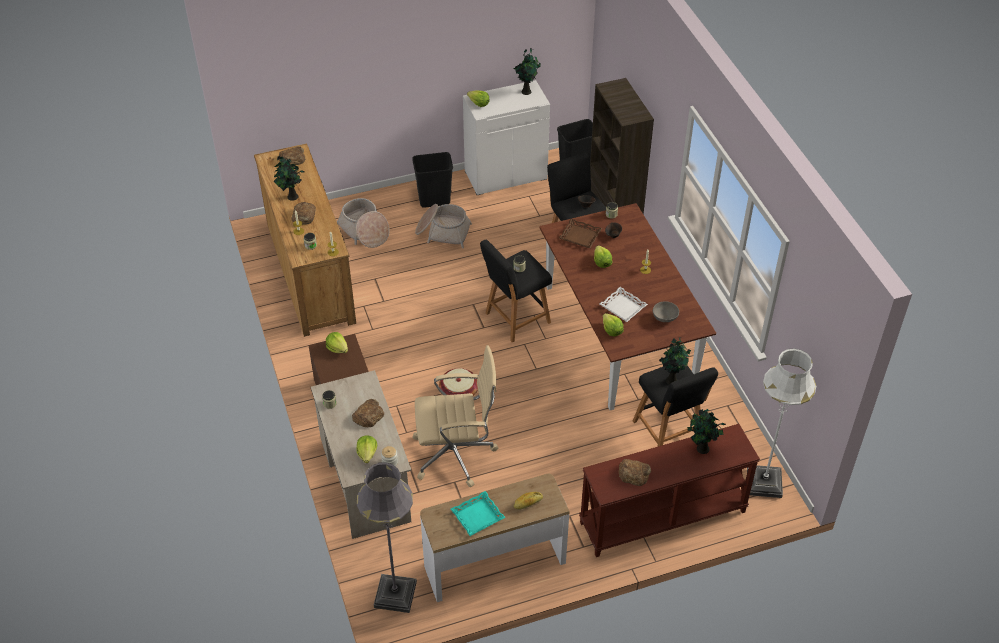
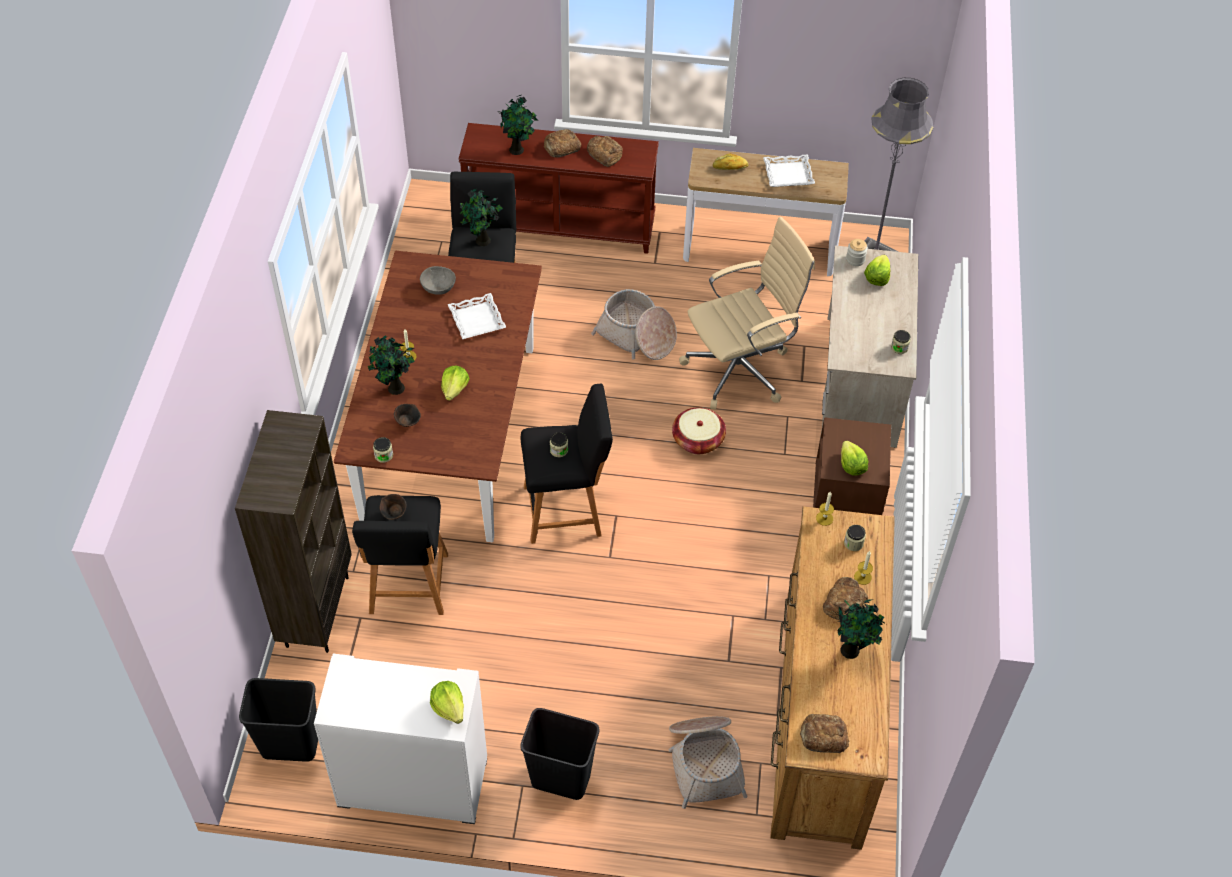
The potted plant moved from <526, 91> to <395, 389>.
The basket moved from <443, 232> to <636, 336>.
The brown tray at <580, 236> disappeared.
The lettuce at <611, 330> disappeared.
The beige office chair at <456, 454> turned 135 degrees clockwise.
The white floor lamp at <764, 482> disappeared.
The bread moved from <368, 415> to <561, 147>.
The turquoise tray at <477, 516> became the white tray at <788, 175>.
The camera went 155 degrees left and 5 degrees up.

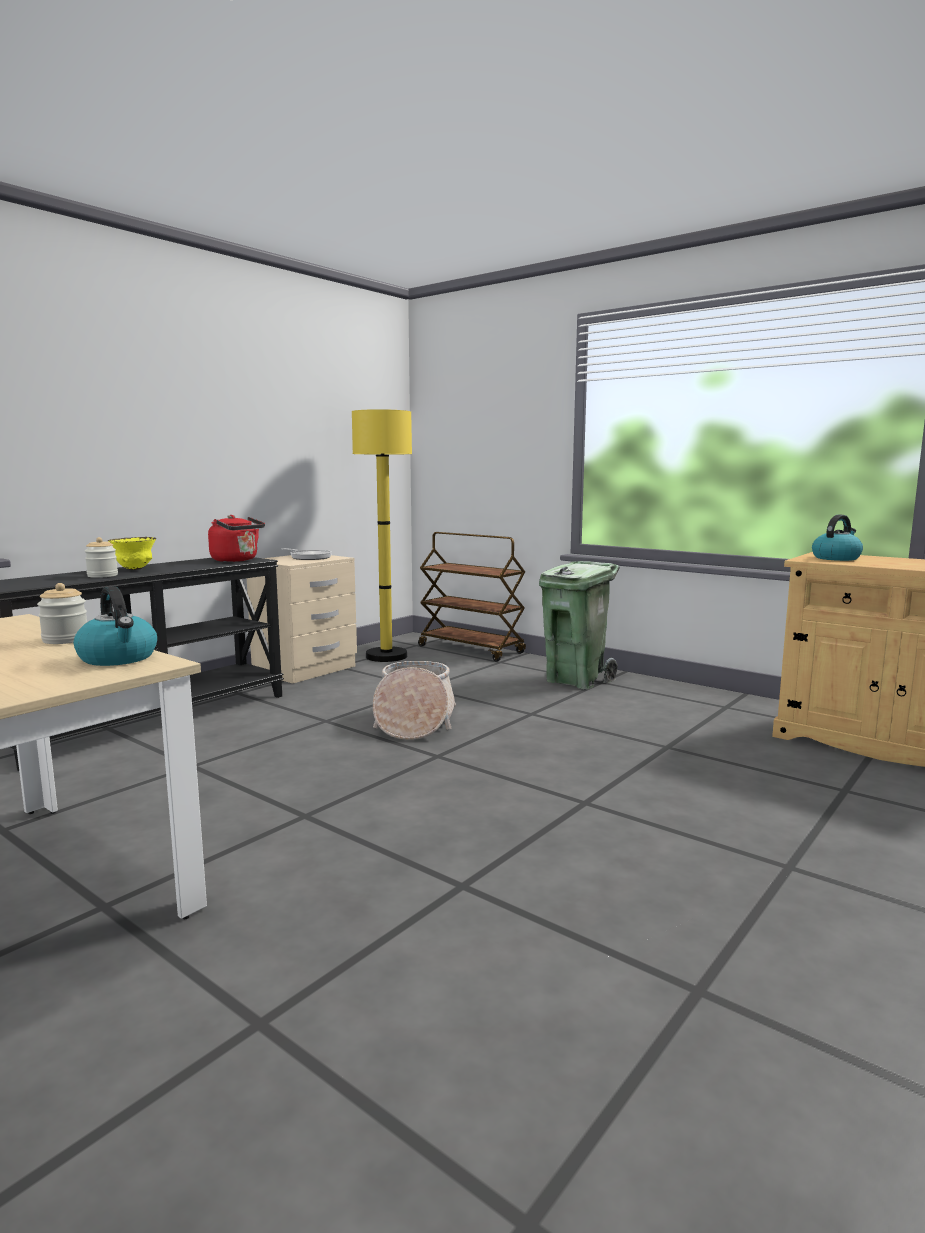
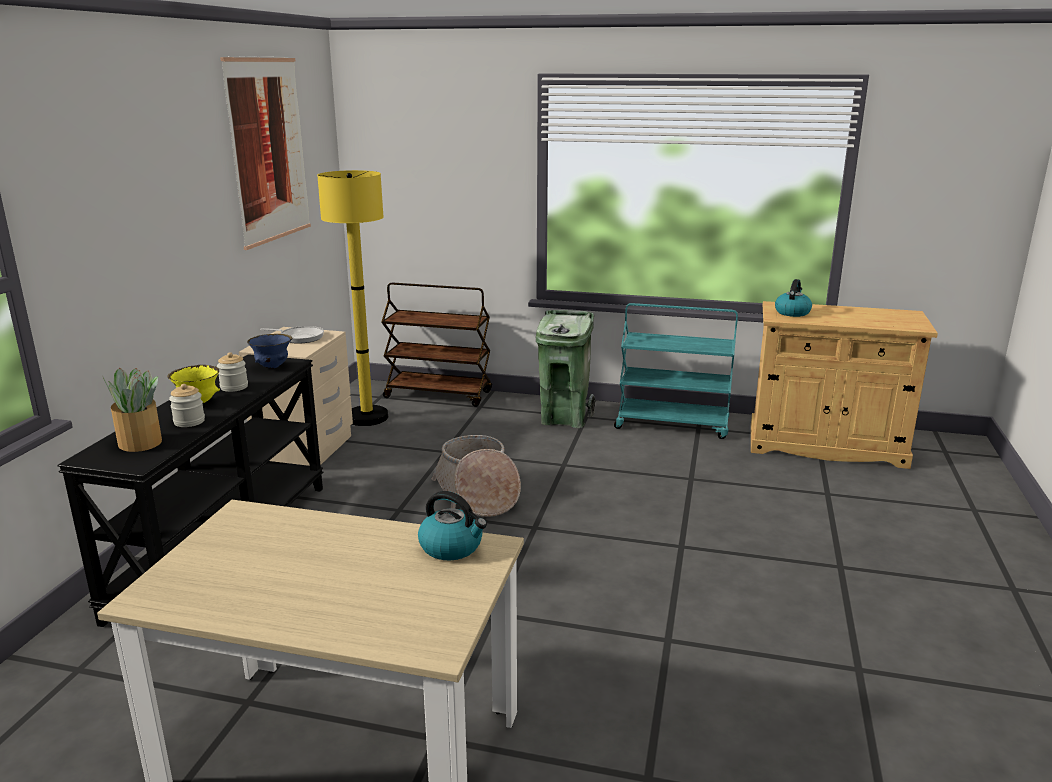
The red kettle at <237, 560> was replaced by the blue bowl at <272, 367>.
The jar moved from <65, 640> to <234, 387>.
The picture at <268, 150> appeared.
The turquoise cart at <673, 425> appeared.
The potted plant at <140, 442> appeared.
The camera went 25 degrees left and 10 degrees up.

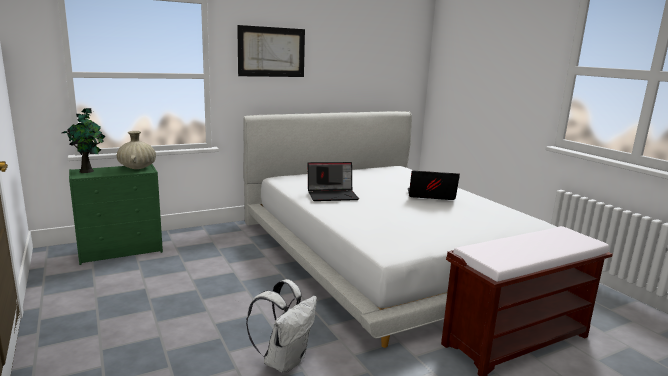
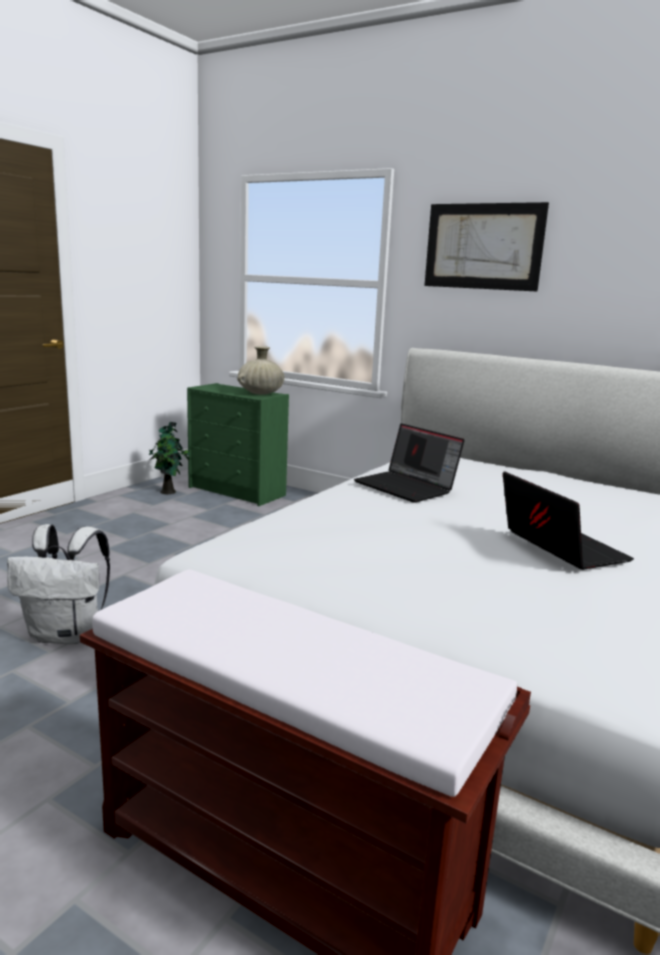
The potted plant moved from <88, 171> to <169, 492>.
The camera went 60 degrees right and 0 degrees up.

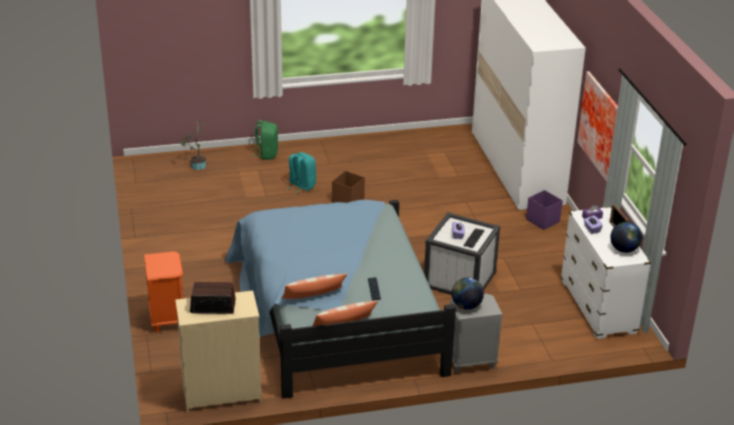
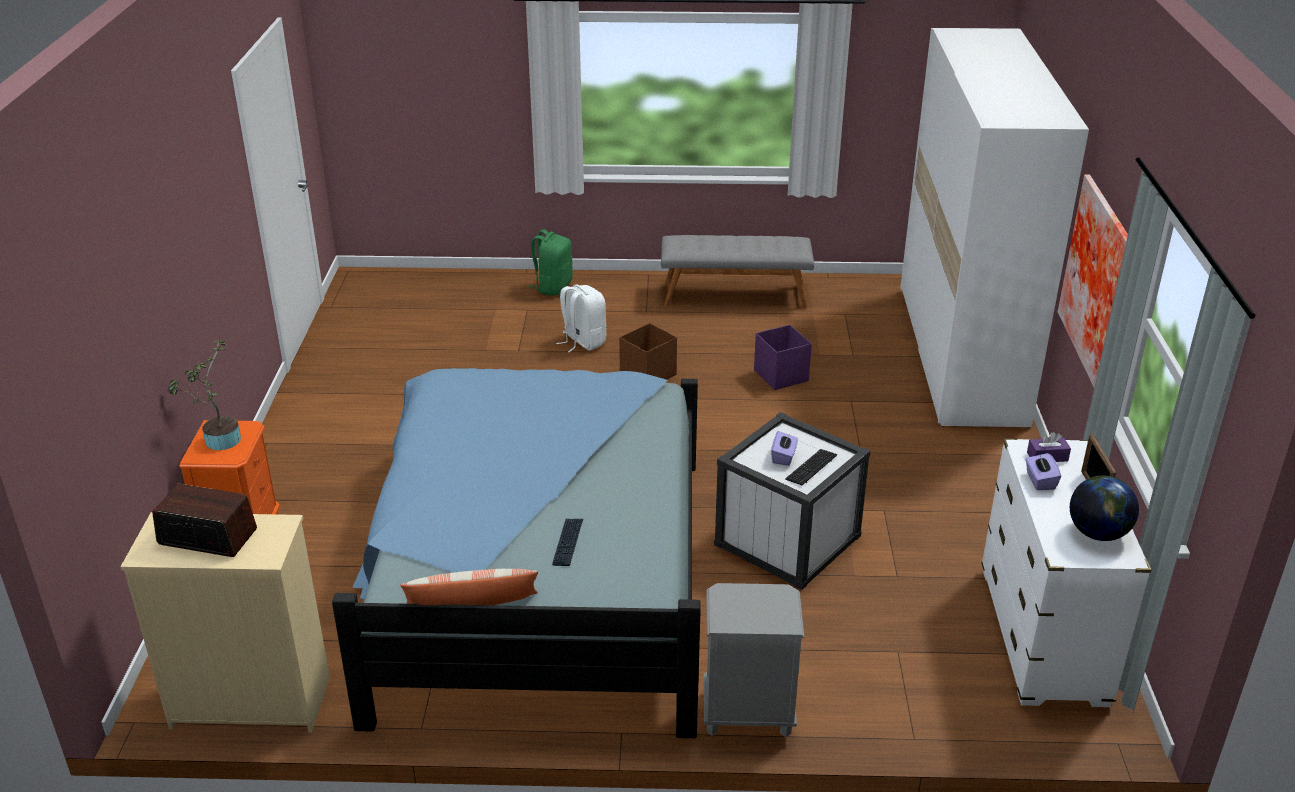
The potted plant moved from <196, 166> to <218, 441>.
The turquoise backpack at <301, 186> became the white backpack at <583, 342>.
The purple storage box moved from <542, 220> to <781, 375>.
The pillow at <313, 296> disappeared.
The globe at <466, 306> disappeared.
The grey bench at <735, 295> appeared.
The camera went 15 degrees right and 0 degrees up.

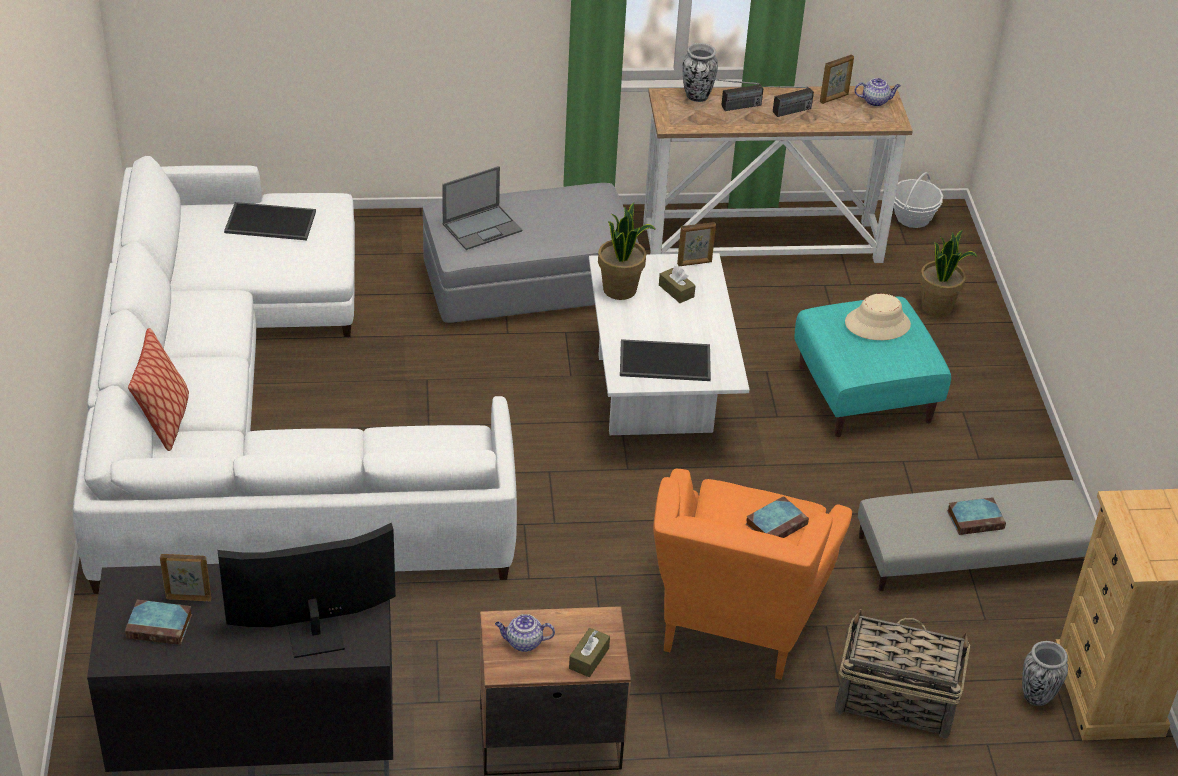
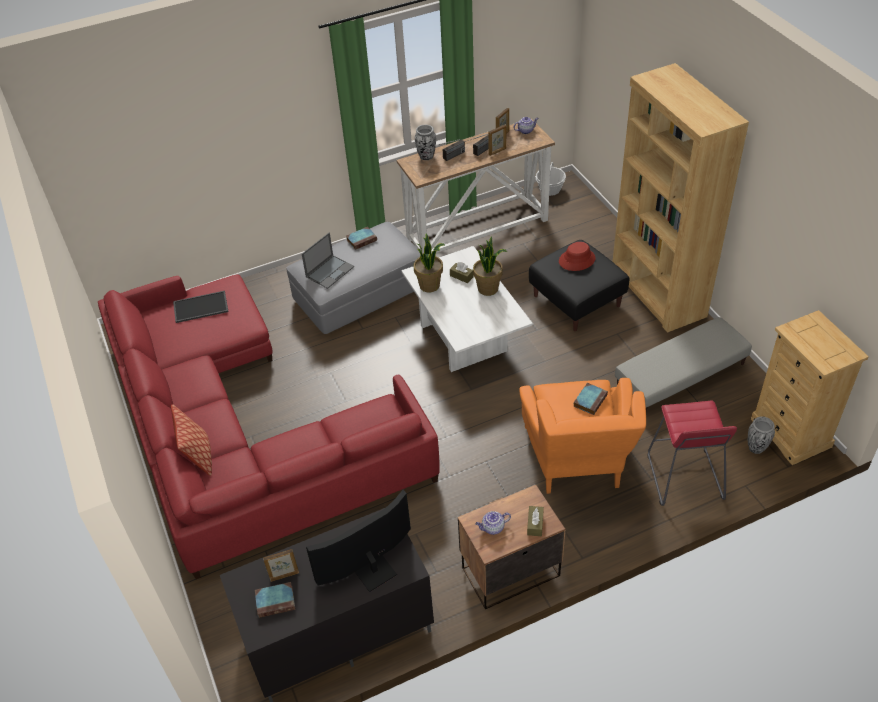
The white sofa at <254, 421> became the red sofa at <240, 432>.
The picture frame moved from <694, 263> to <497, 151>.
The potted plant moved from <937, 308> to <488, 289>.
The beige hat at <877, 324> became the red hat at <576, 260>.
The turquoise ottoman at <865, 394> became the black ottoman at <577, 300>.
The tray at <664, 362> disappeared.
The book moved from <976, 519> to <362, 239>.
The basket at <894, 699> was replaced by the red stool at <684, 477>.
The brown bookcase at <657, 292> appeared.
The camera went 15 degrees left and 5 degrees up.

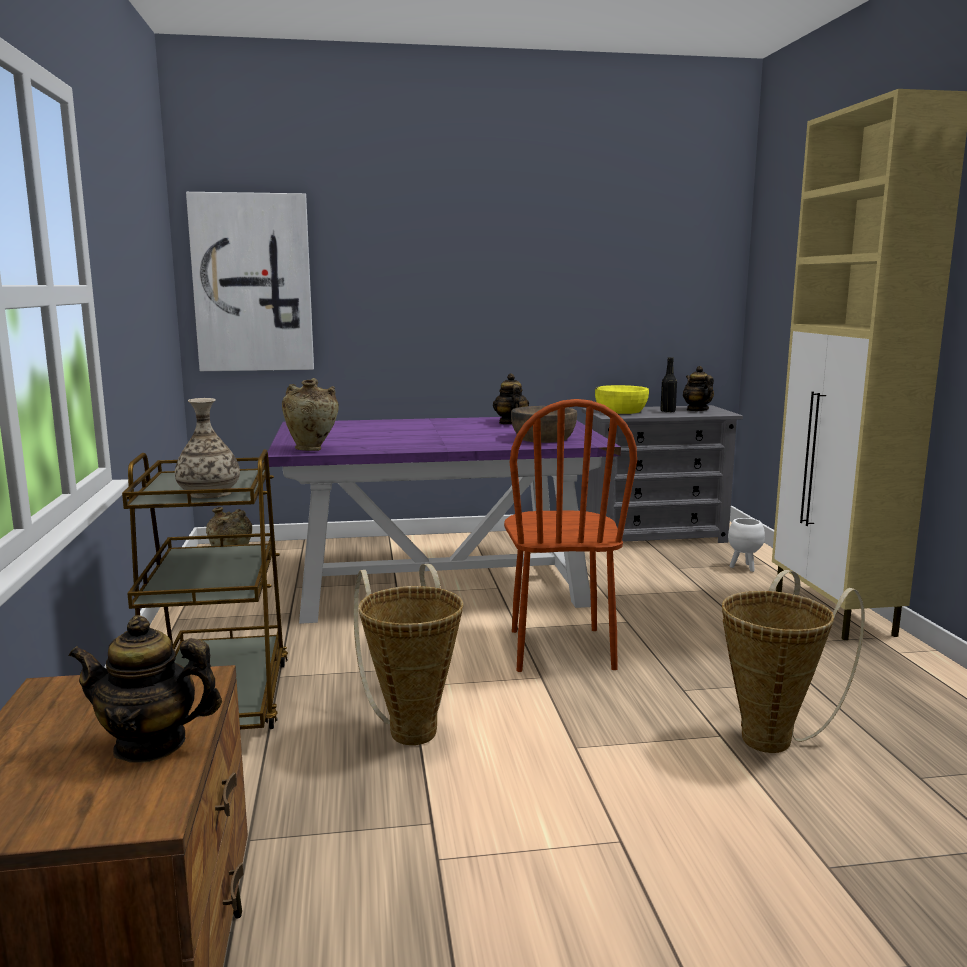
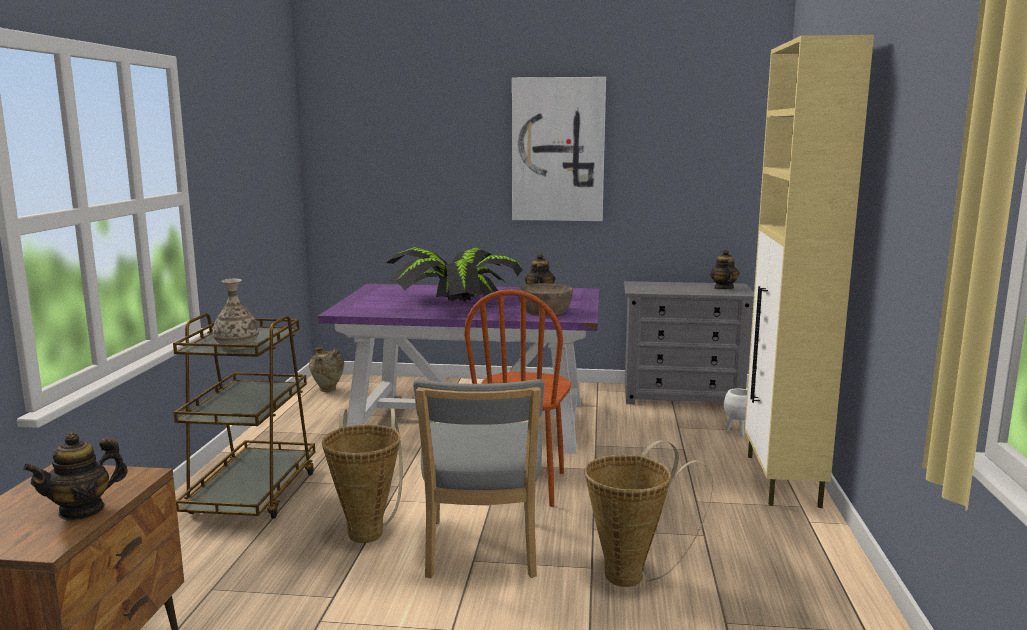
The picture moved from <252, 283> to <558, 150>.
The black bottle at <668, 411> disappeared.
The beige vase at <312, 449> disappeared.
The yellow bowl at <621, 411> disappeared.
The teapot at <150, 744> turned 60 degrees counterclockwise.
The potted plant at <453, 300> appeared.
The grey chair at <481, 552> appeared.
The camera went 15 degrees right and 0 degrees up.

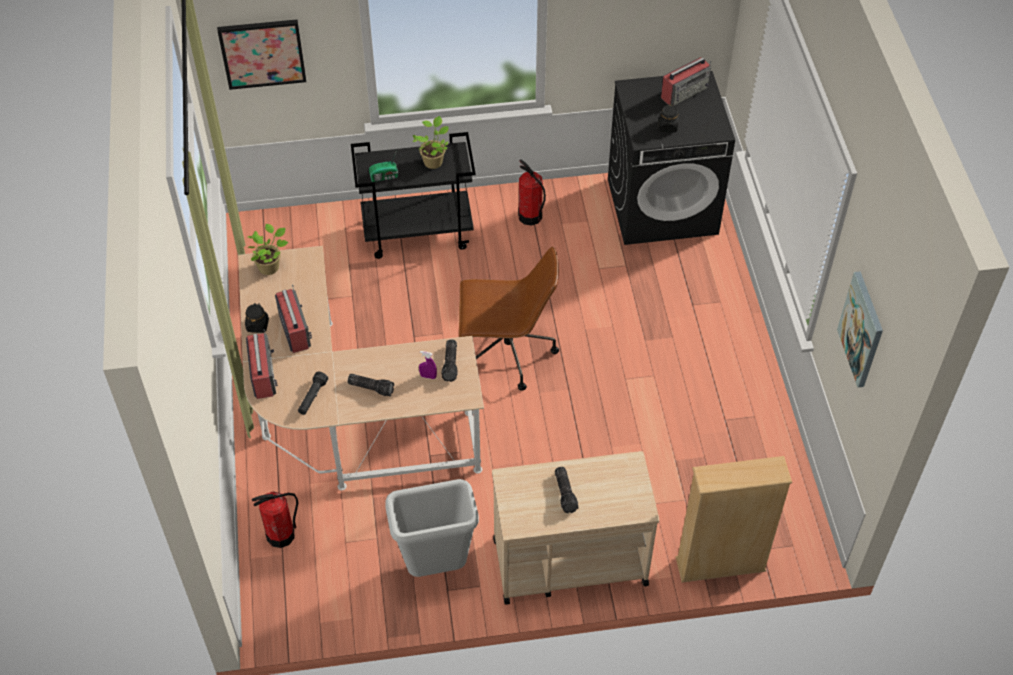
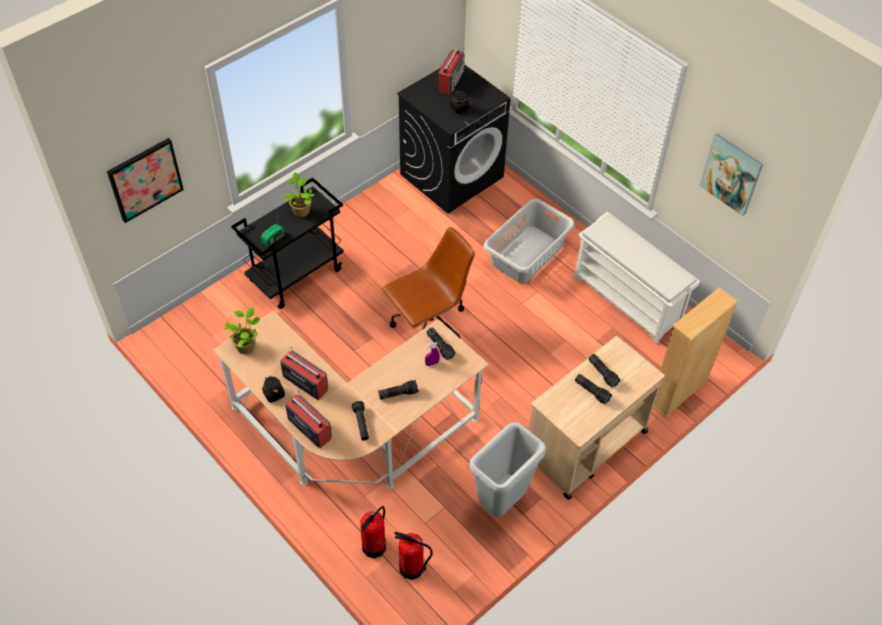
The fire extinguisher moved from <530, 216> to <411, 568>.
The grey laundry basket at <527, 254> appeared.
The white shoe rack at <628, 300> appeared.
The flashlight at <603, 373> appeared.
The camera went 35 degrees left and 0 degrees up.

